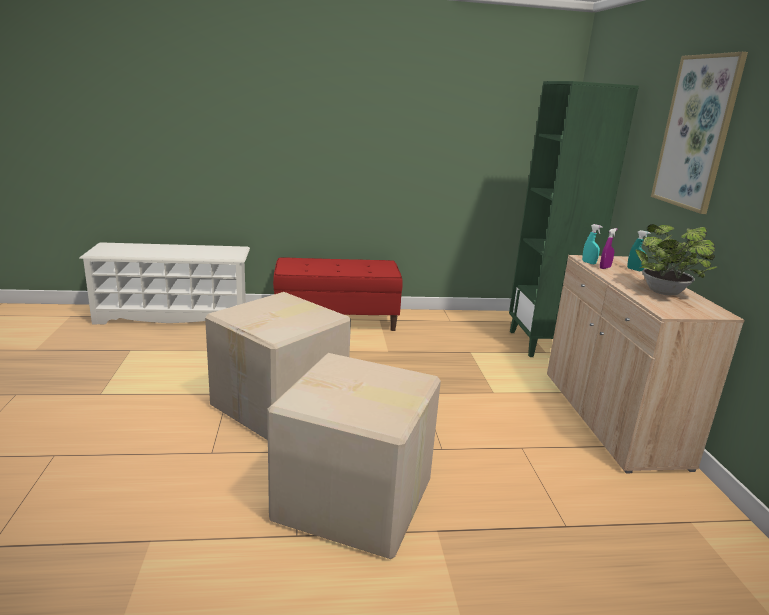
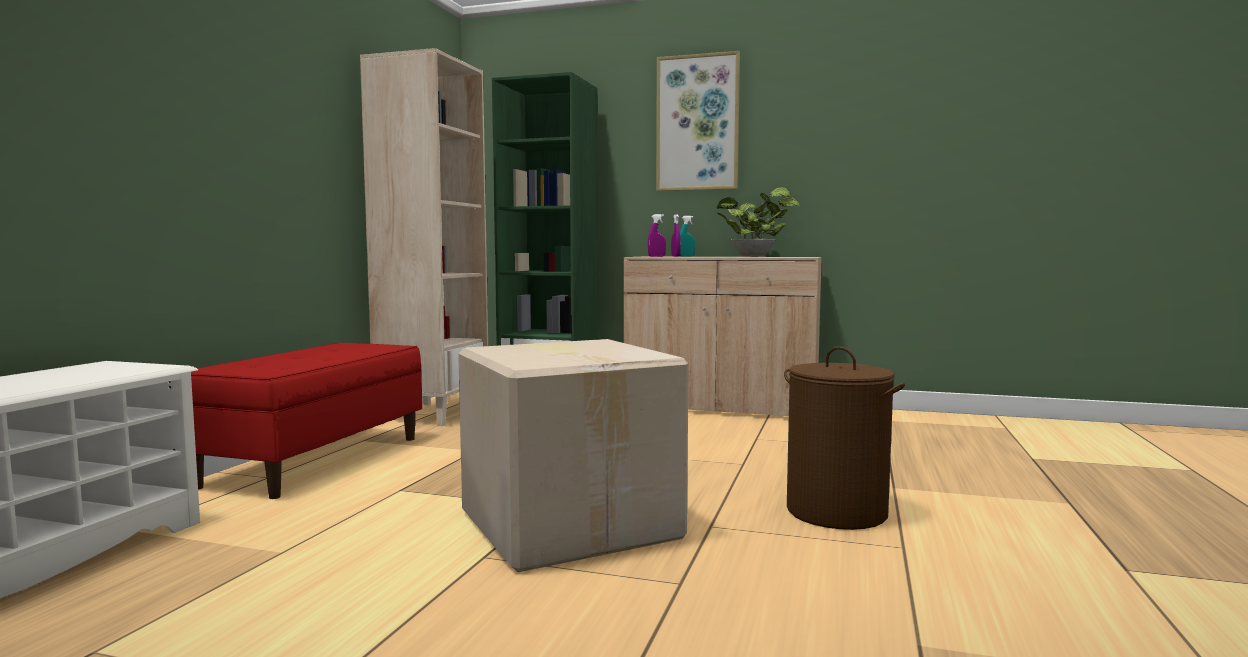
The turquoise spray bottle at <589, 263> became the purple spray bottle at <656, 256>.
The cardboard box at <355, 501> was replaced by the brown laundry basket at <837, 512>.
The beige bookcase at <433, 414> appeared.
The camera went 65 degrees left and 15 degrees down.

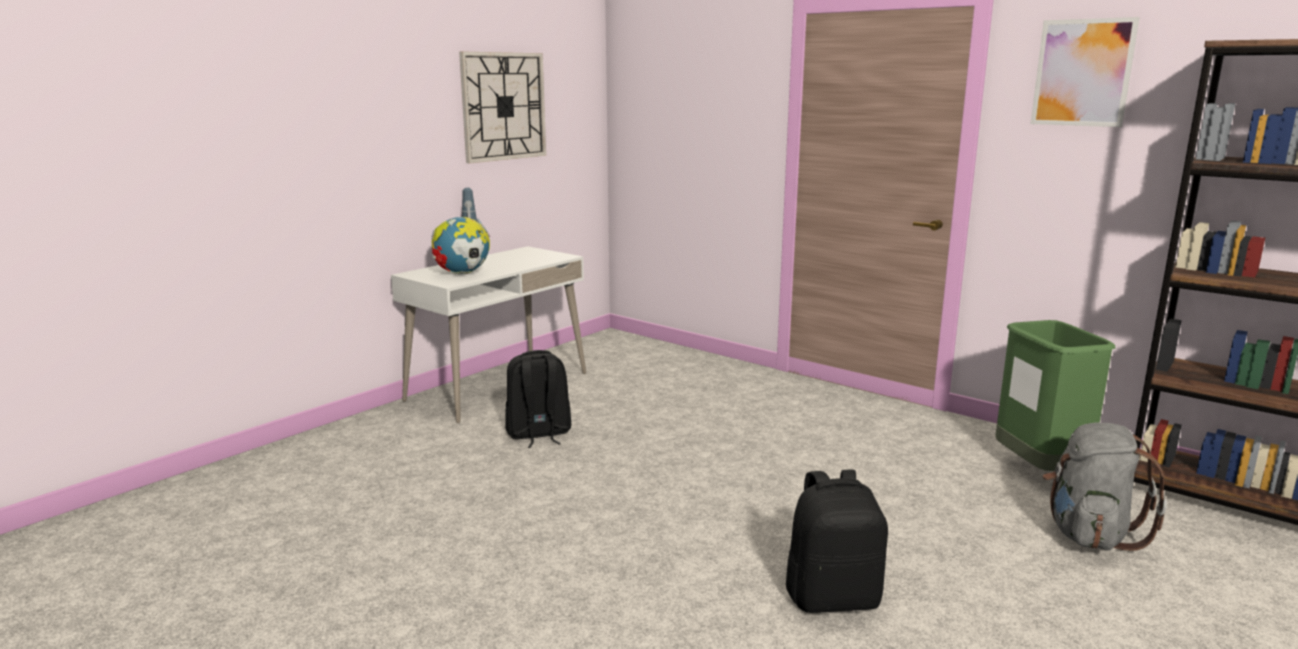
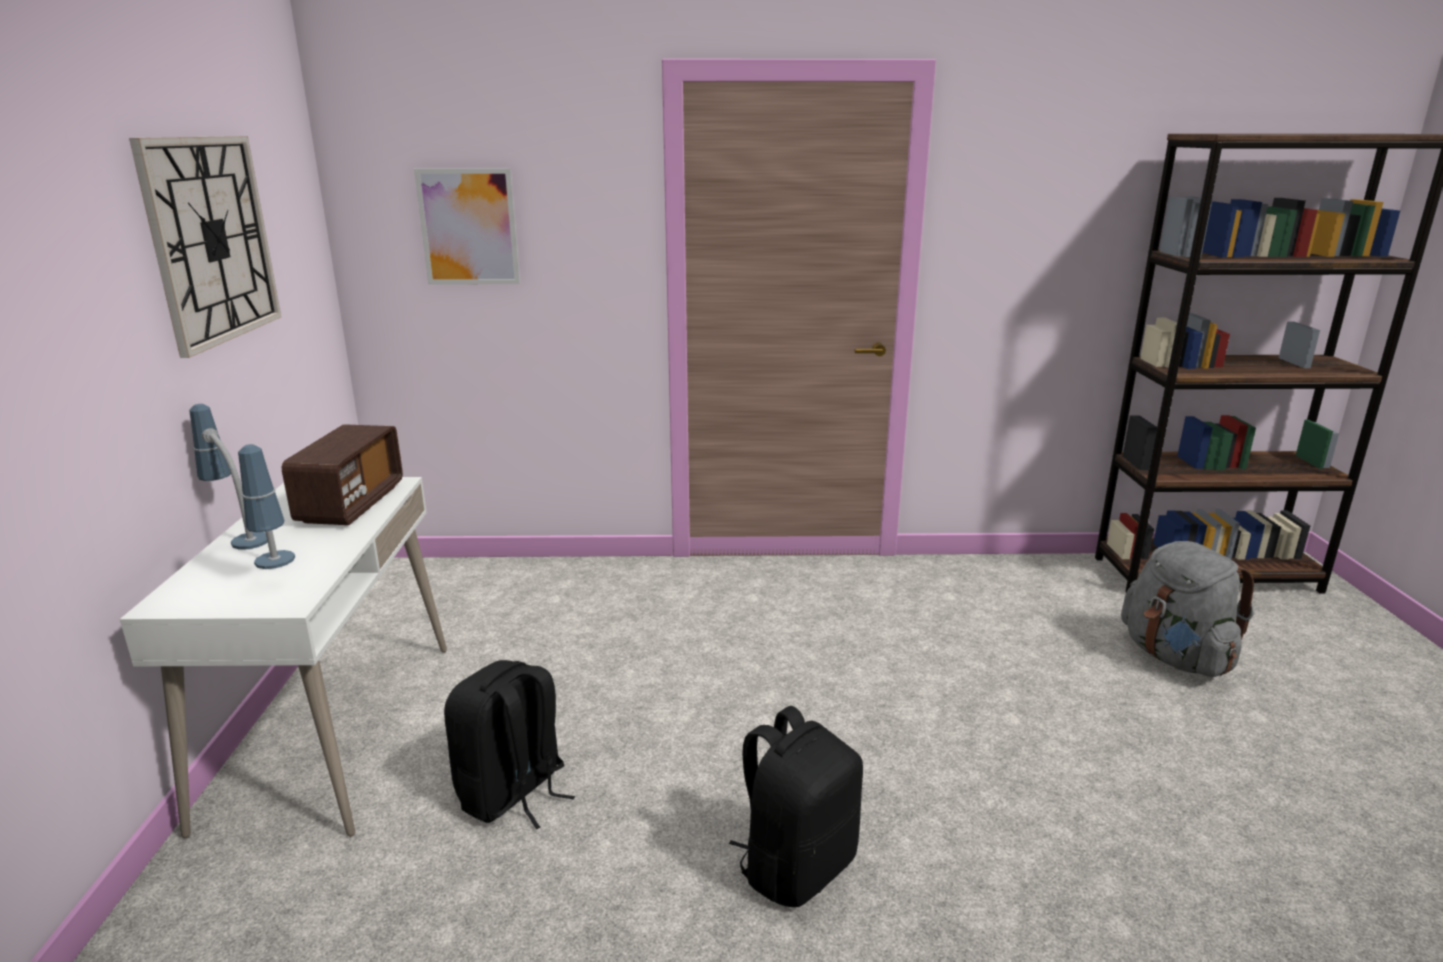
The picture moved from <1082, 73> to <468, 227>.
The globe at <462, 273> was replaced by the table lamp at <276, 571>.
The green trash can at <1038, 471> disappeared.
The black backpack moved from <833, 597> to <796, 865>.
The radio at <351, 504> appeared.
The camera went 40 degrees left and 5 degrees up.

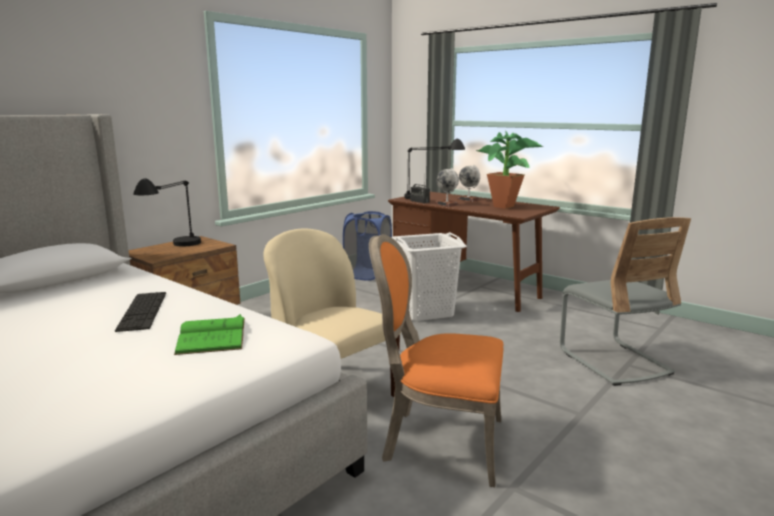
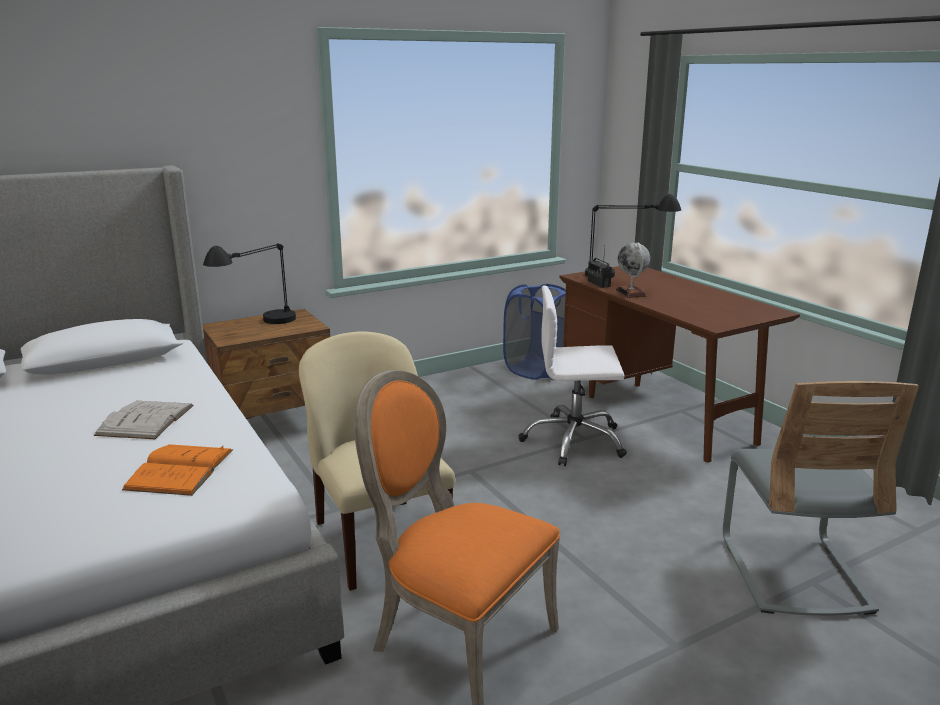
The potted plant at <506, 207> disappeared.
The globe at <468, 199> disappeared.
The white laundry basket at <425, 312> was replaced by the white office chair at <574, 441>.
The keyboard at <142, 311> was replaced by the white book at <145, 420>.
The green book at <212, 335> became the orange book at <180, 469>.
The camera went 20 degrees right and 5 degrees up.

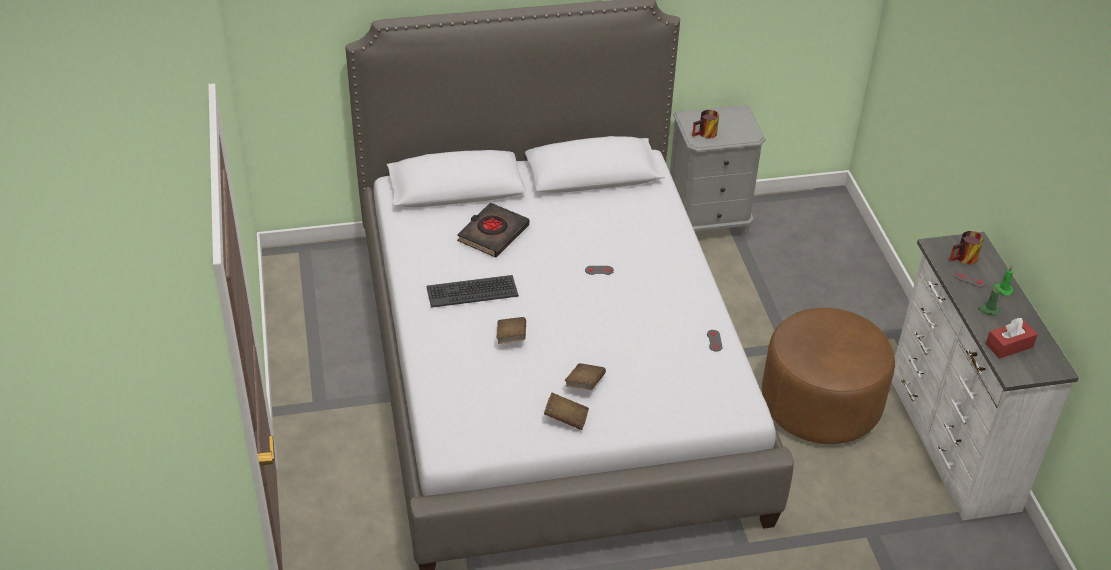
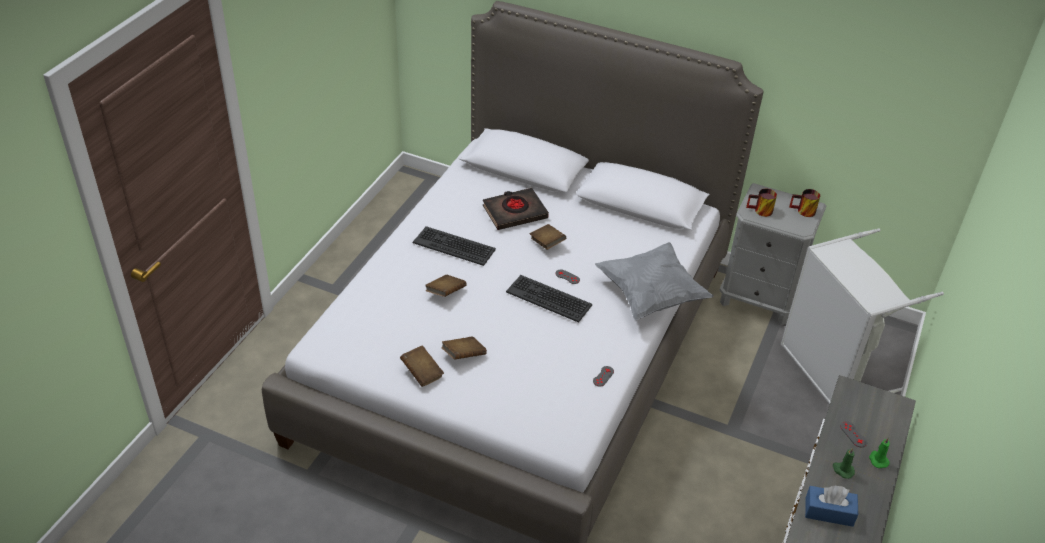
The mug moved from <964, 259> to <803, 212>.
The brown ottoman at <820, 405> disappeared.
The red tissue box at <1009, 345> became the blue tissue box at <829, 512>.
The brown book at <547, 243> appeared.
The grey laundry basket at <830, 371> appeared.
The grey pillow at <650, 295> appeared.
The keyboard at <549, 298> appeared.
The camera went 35 degrees right and 0 degrees up.

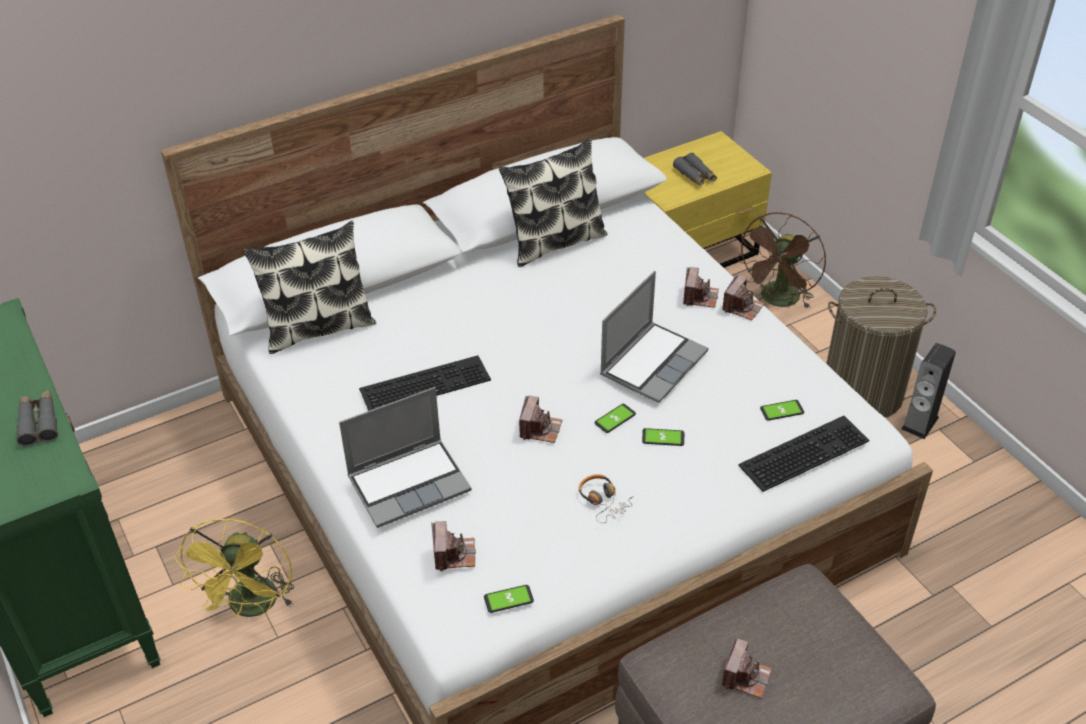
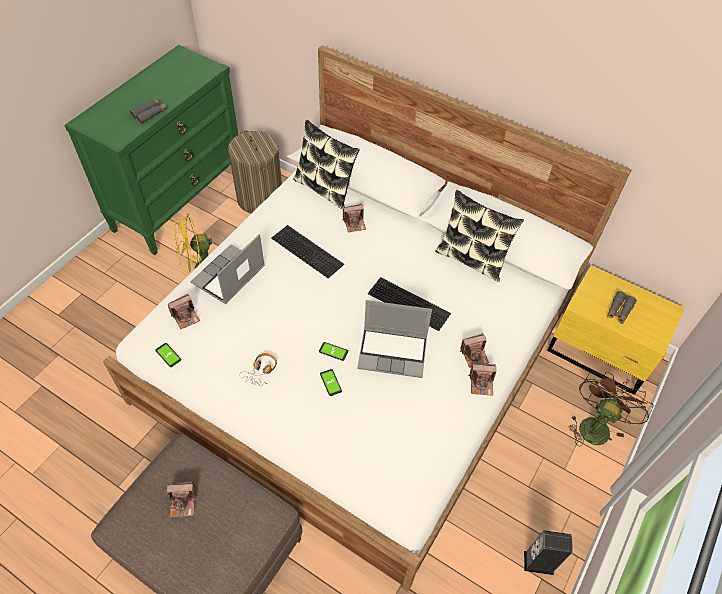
The brown fan at <778, 301> turned 120 degrees clockwise.
The laundry basket moved from <862, 392> to <260, 198>.
The laptop at <410, 483> turned 90 degrees clockwise.
The photo camera moved from <540, 429> to <354, 223>.
The phone at <782, 411> disappeared.
The keyboard moved from <803, 451> to <410, 303>.
The camera went 60 degrees right and 10 degrees up.

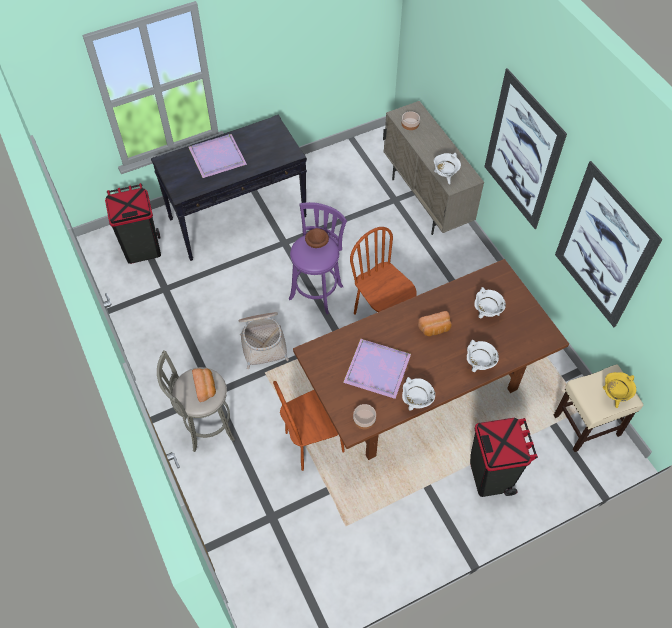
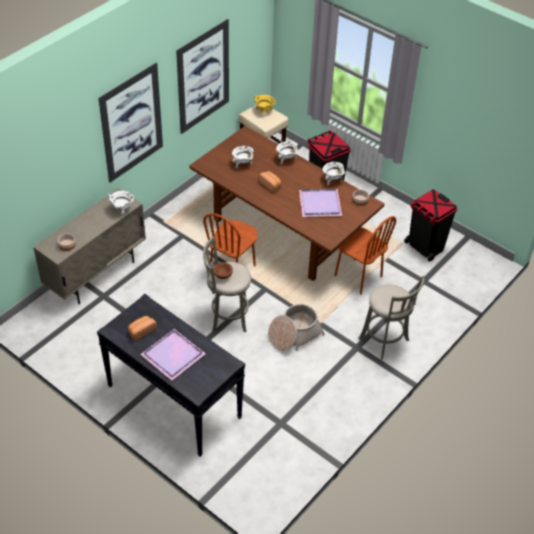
The black trash can moved from <142, 249> to <425, 247>.
The purple stool at <317, 290> became the grey stool at <227, 317>.
The bread moved from <205, 387> to <141, 331>.
The camera went 115 degrees left and 10 degrees down.

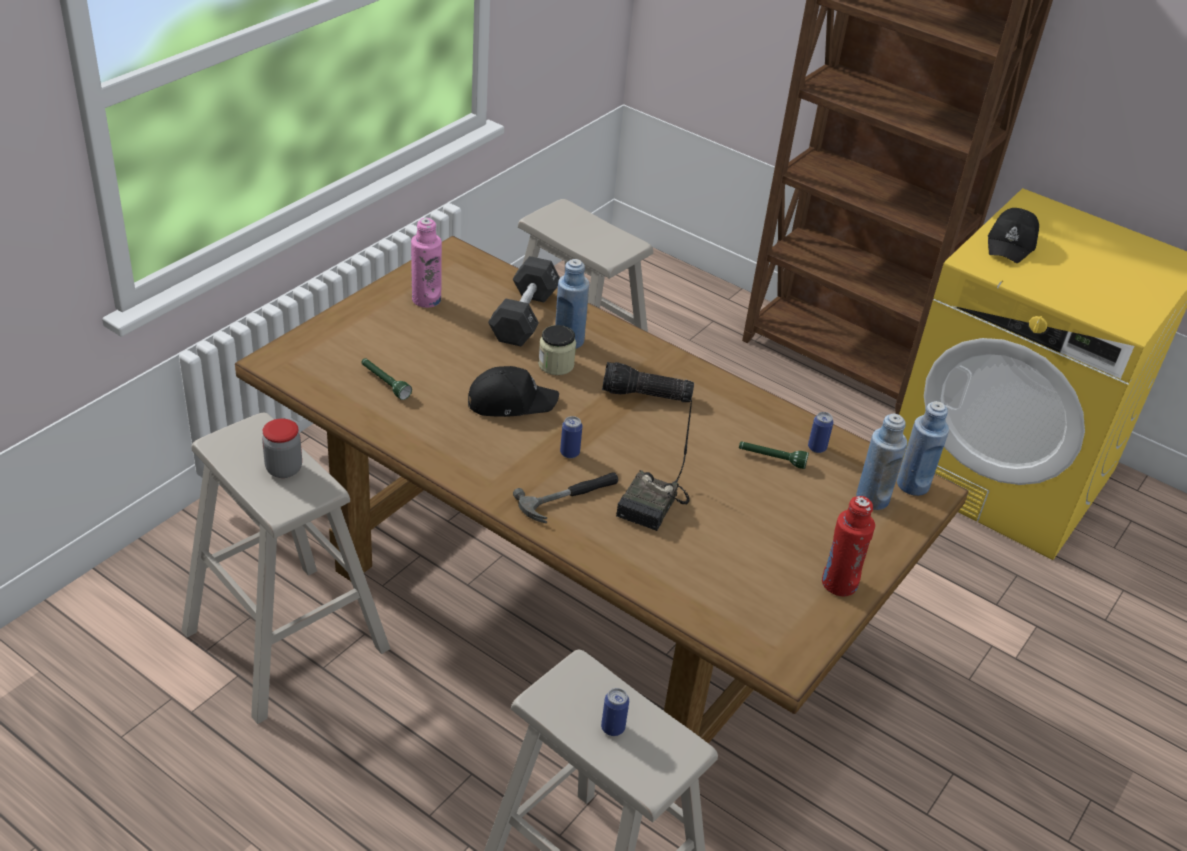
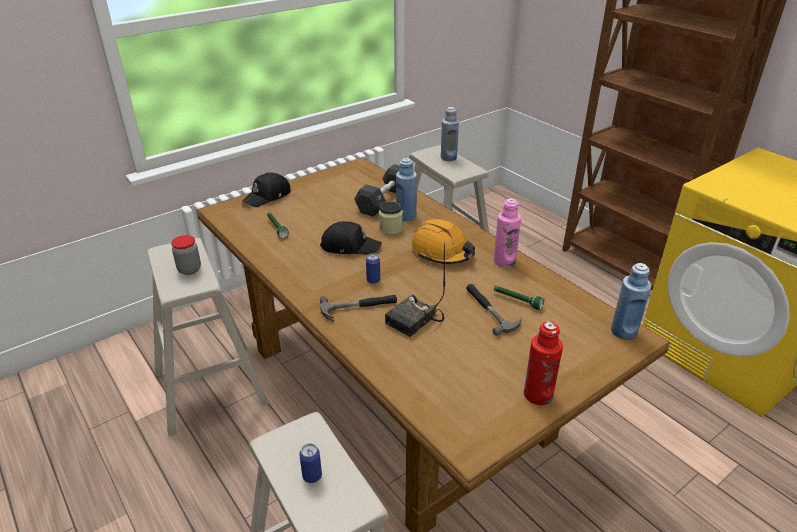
The black cap moved from <1011, 244> to <268, 196>.
The pink bottle moved from <426, 299> to <504, 261>.
The flashlight at <645, 395> was replaced by the orange hard hat at <442, 252>.
The can at <817, 447> disappeared.
The blue bottle moved from <872, 499> to <448, 158>.
The hammer at <490, 310> appeared.
The camera went 20 degrees right and 5 degrees down.

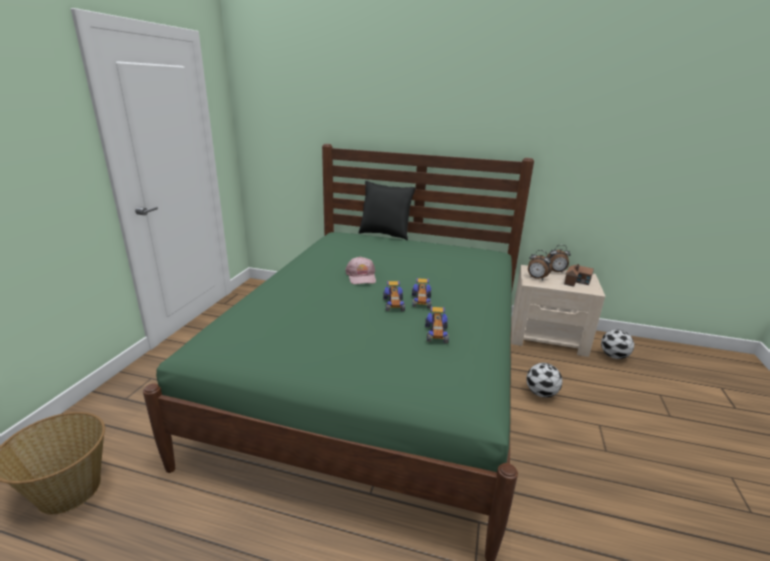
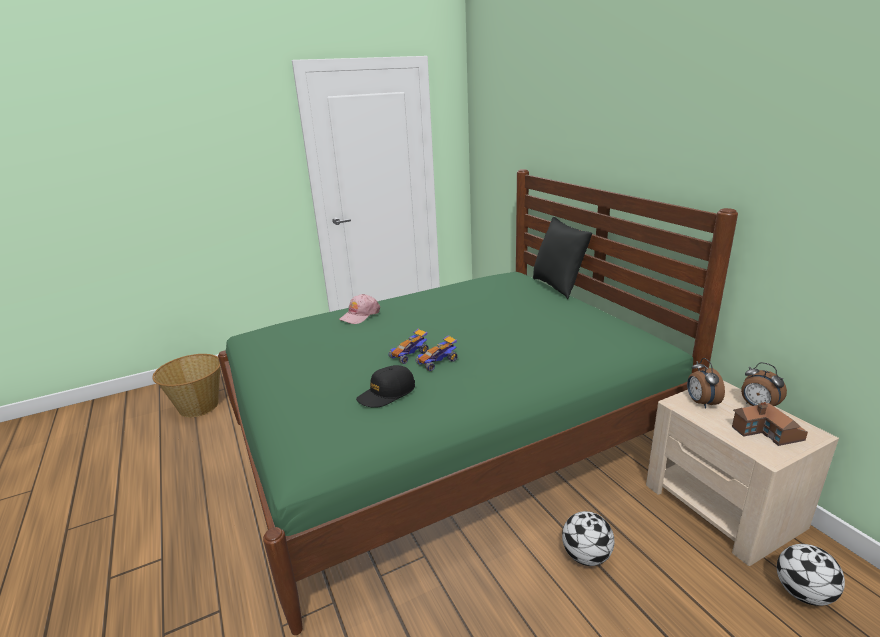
The pink cap moved from <361, 277> to <360, 315>.
The toy car at <436, 333> was replaced by the black cap at <386, 394>.
The camera went 50 degrees right and 0 degrees up.

